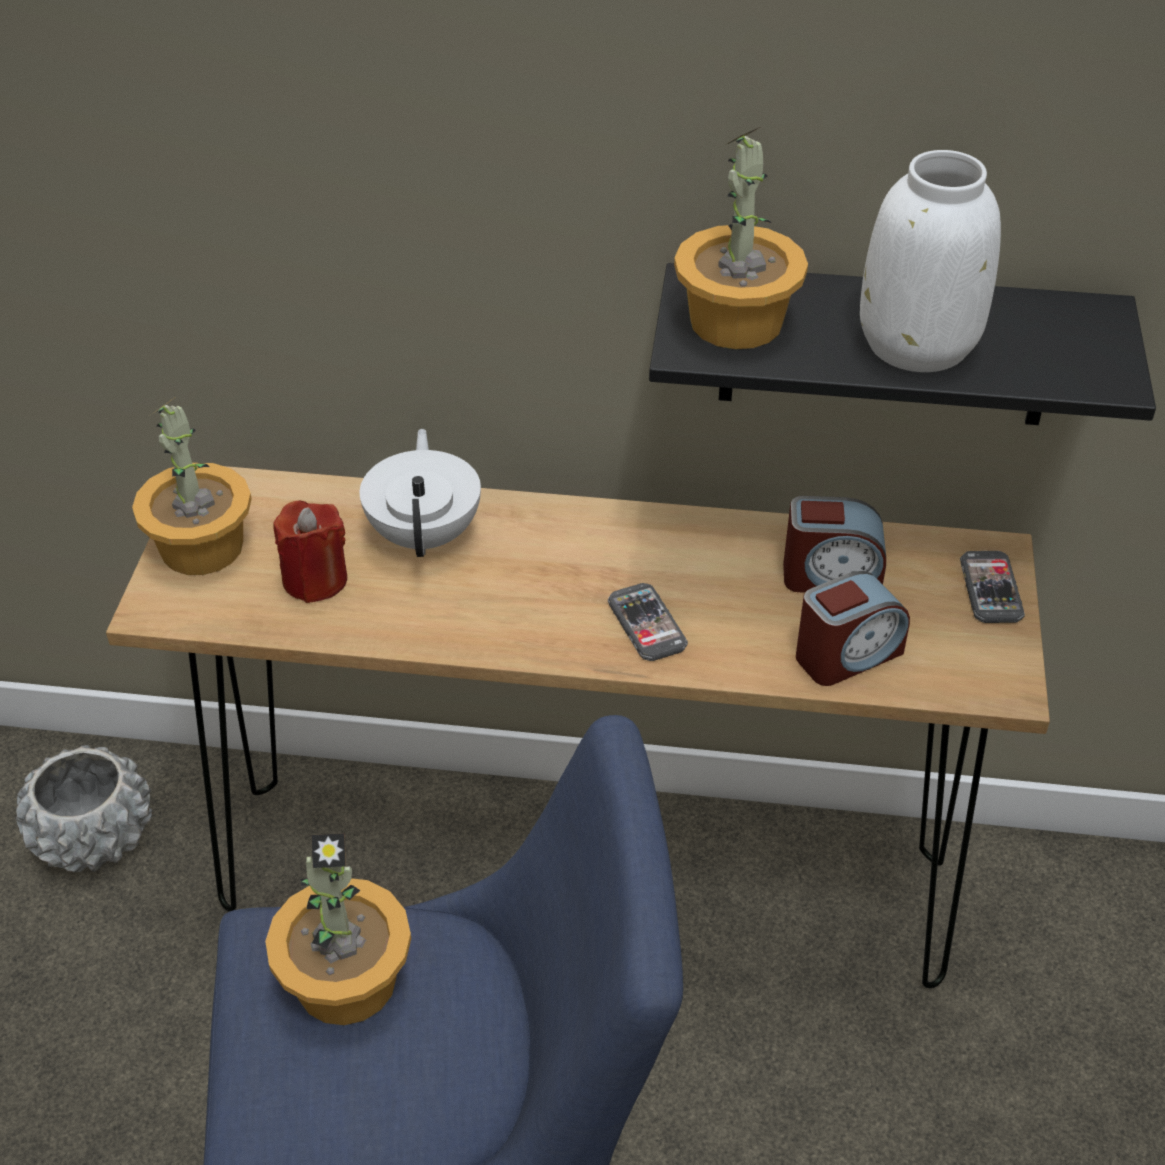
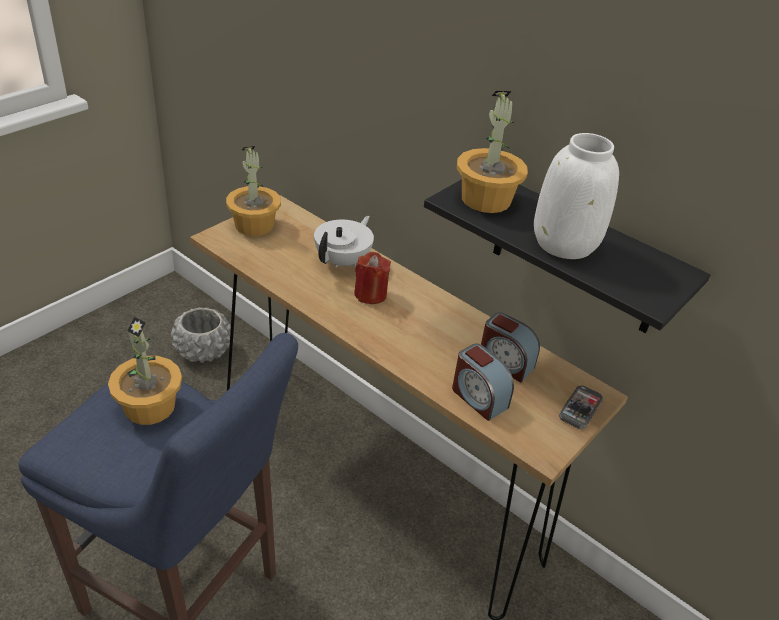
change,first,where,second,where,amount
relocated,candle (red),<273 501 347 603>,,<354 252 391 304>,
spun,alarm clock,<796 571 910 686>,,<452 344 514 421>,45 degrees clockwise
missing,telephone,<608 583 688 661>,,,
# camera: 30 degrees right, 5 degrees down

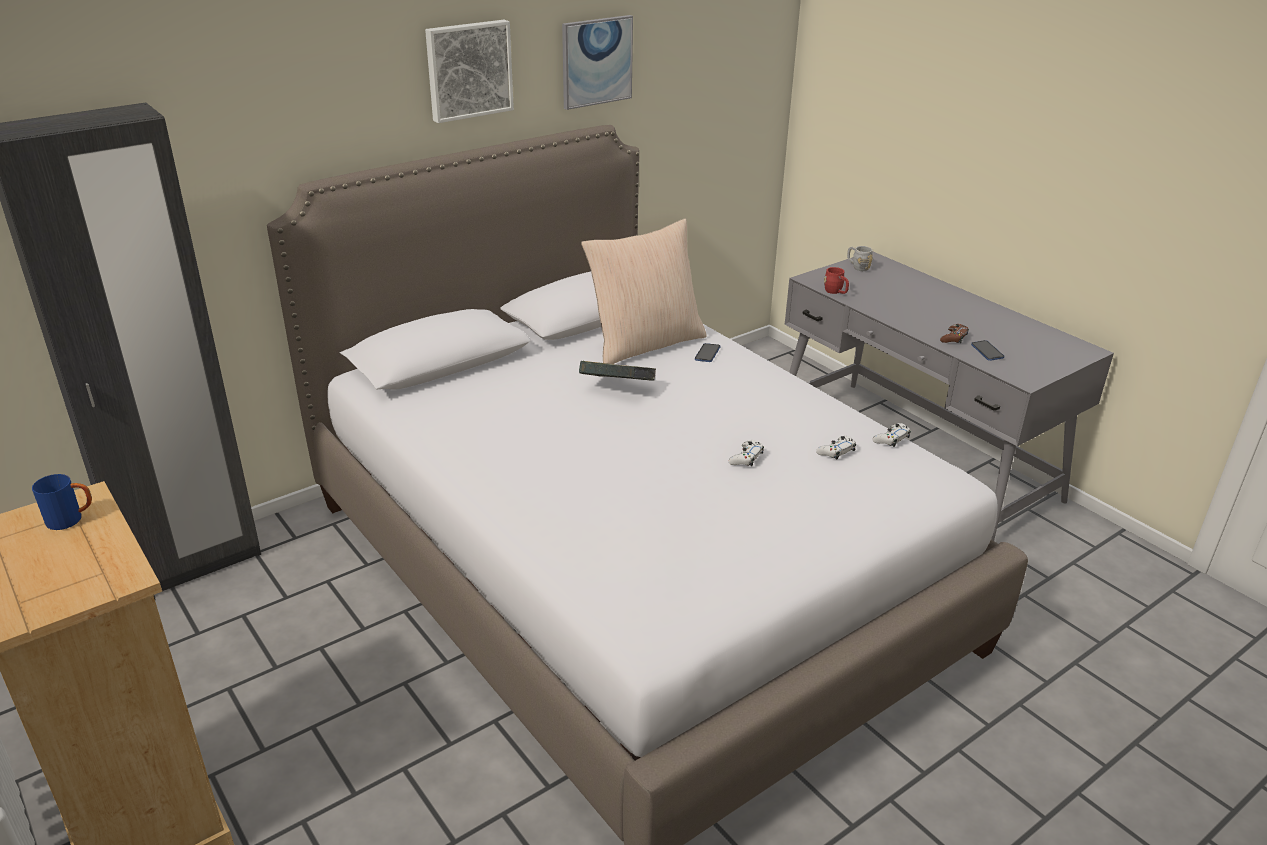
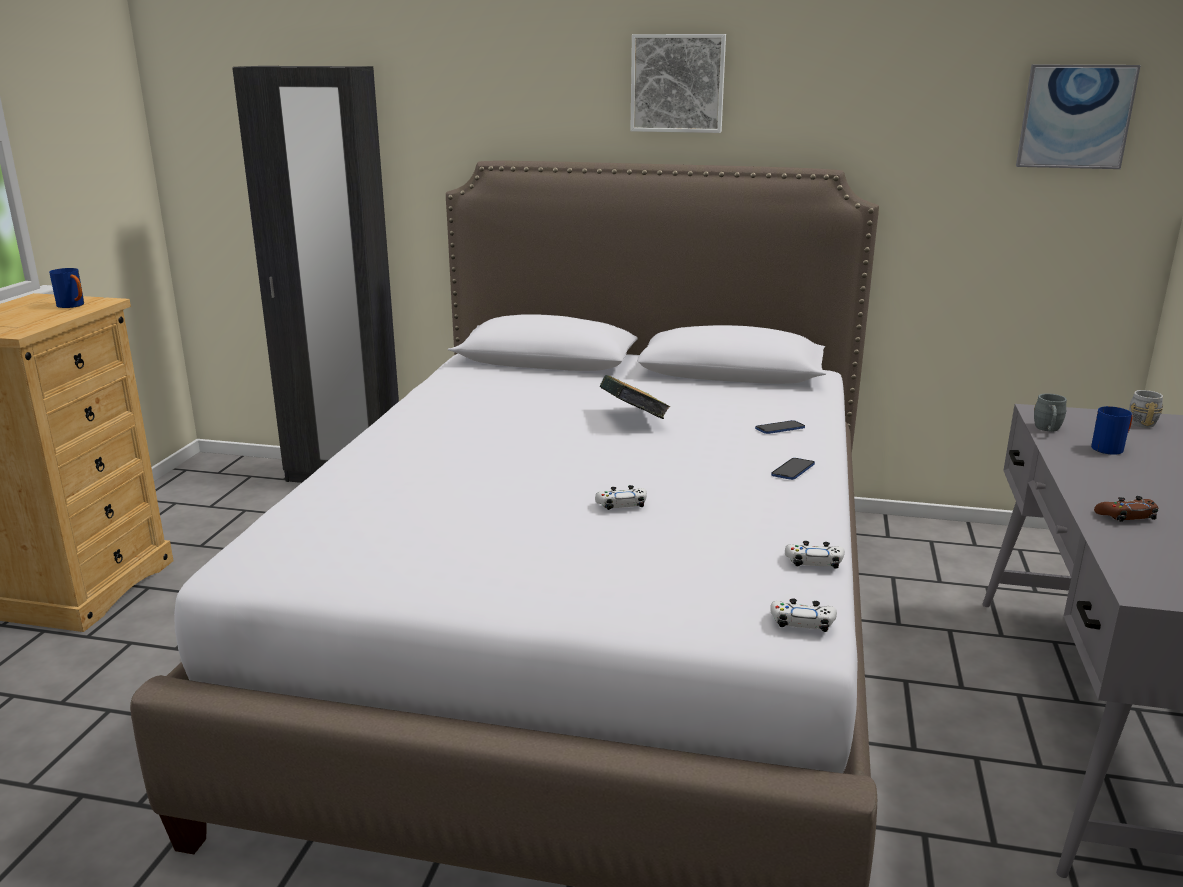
change,first,where,second,where,amount
relocated,wall art,<562 15 633 110>,,<1016 65 1141 169>,
missing,throw pillow (beige),<581 219 707 364>,,,
colour,mug (red),<824 267 849 294>,mug (gray),<1034 393 1067 432>,
relocated,telephone,<971 340 1004 361>,,<771 458 815 480>,
relocated,game controller (white-coloured),<816 436 856 460>,,<770 598 837 632>,
appeared,,,mug (blue-coloured),<1091 406 1132 455>,
# camera: 50 degrees right, 10 degrees down

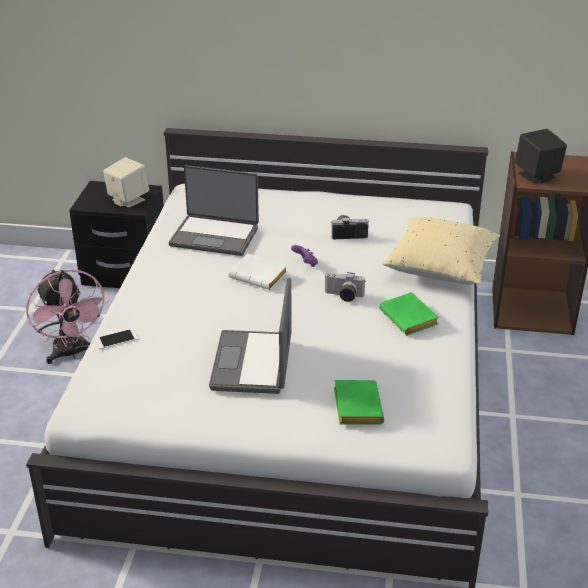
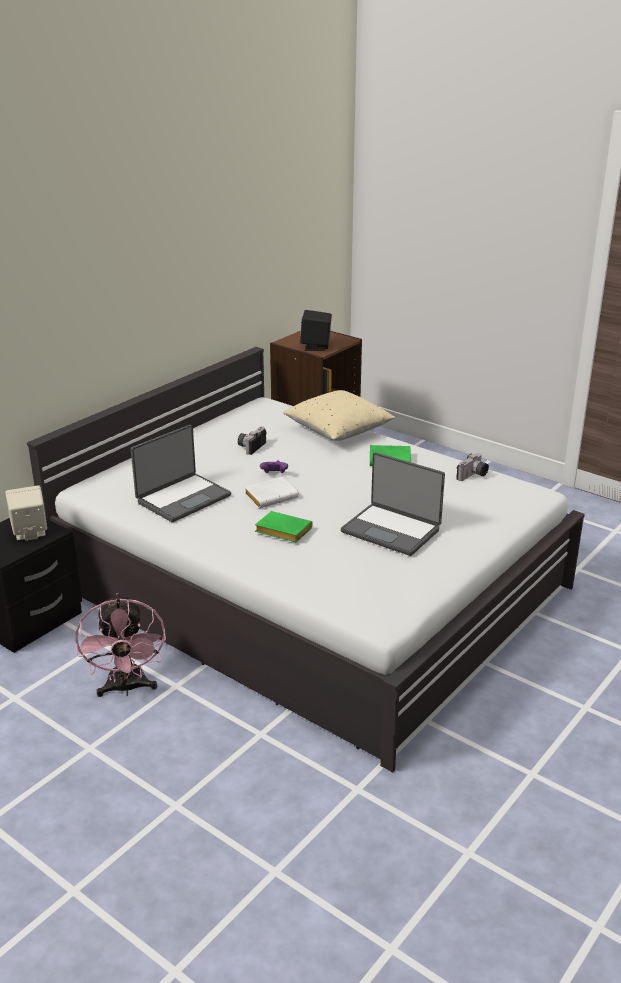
change,first,where,second,where,amount
spun,cooling fan (pink-coloured),<26 269 109 364>,,<76 593 166 697>,75 degrees clockwise
relocated,still camera,<324 272 365 302>,,<456 453 489 481>,
missing,telephone,<94 329 138 349>,,,
relocated,volume (green-coloured),<334 380 384 424>,,<255 511 313 543>,
# camera: 60 degrees left, 5 degrees down

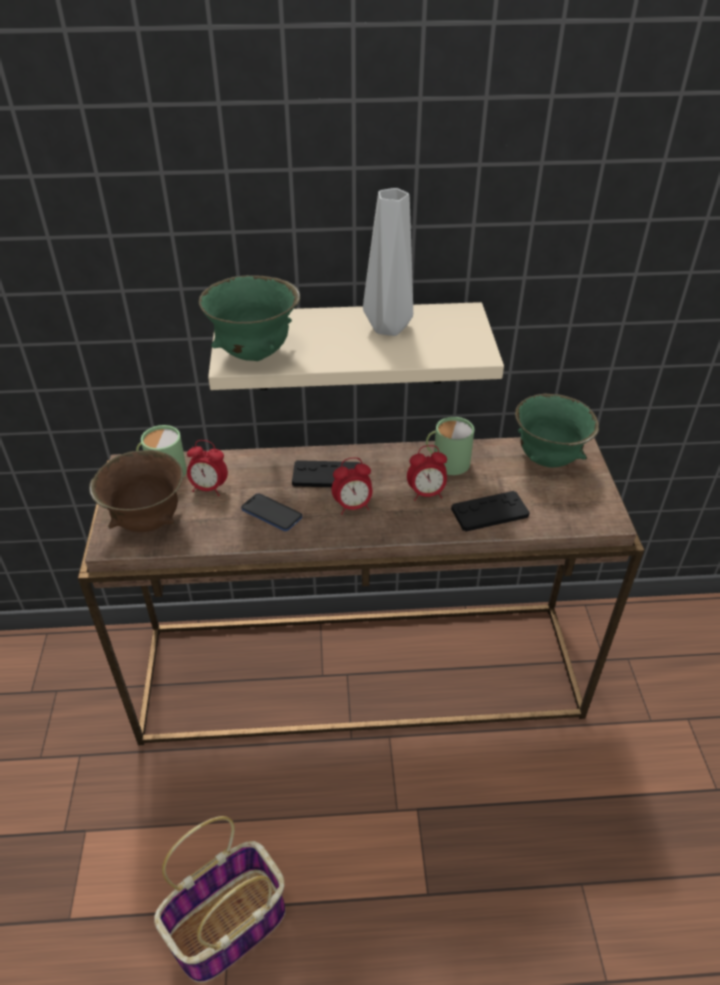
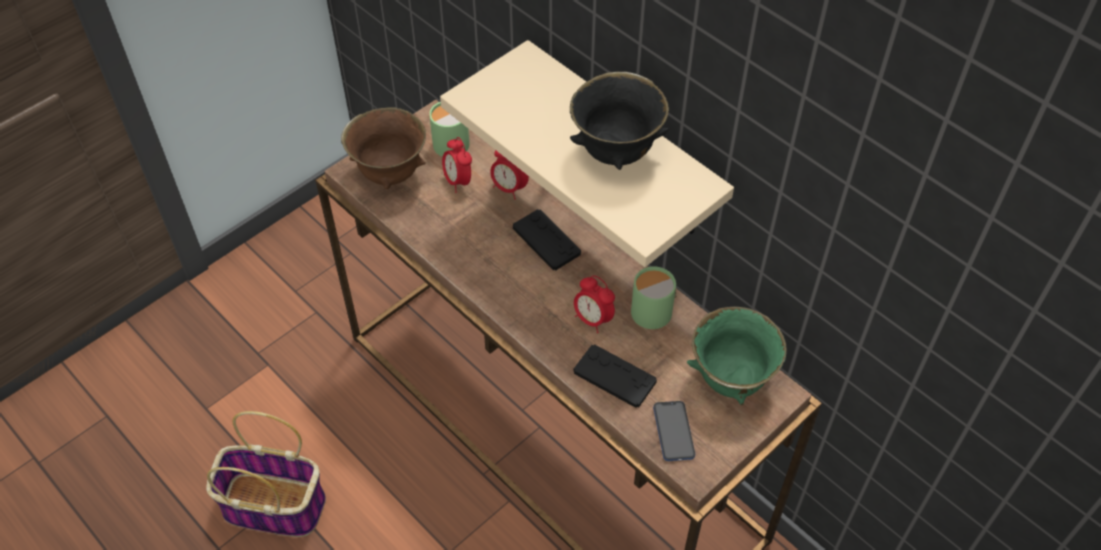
change,first,where,second,where,amount
exchanged,vase (gray),<363 188 413 336>,bowl (blackish),<570 72 669 170>,
missing,bowl (green-coloured),<199 275 300 361>,,,
relocated,alarm clock,<332 457 372 515>,,<490 151 529 199>,
relocated,telephone,<241 494 302 531>,,<653 401 695 461>,
# camera: 50 degrees right, 10 degrees up

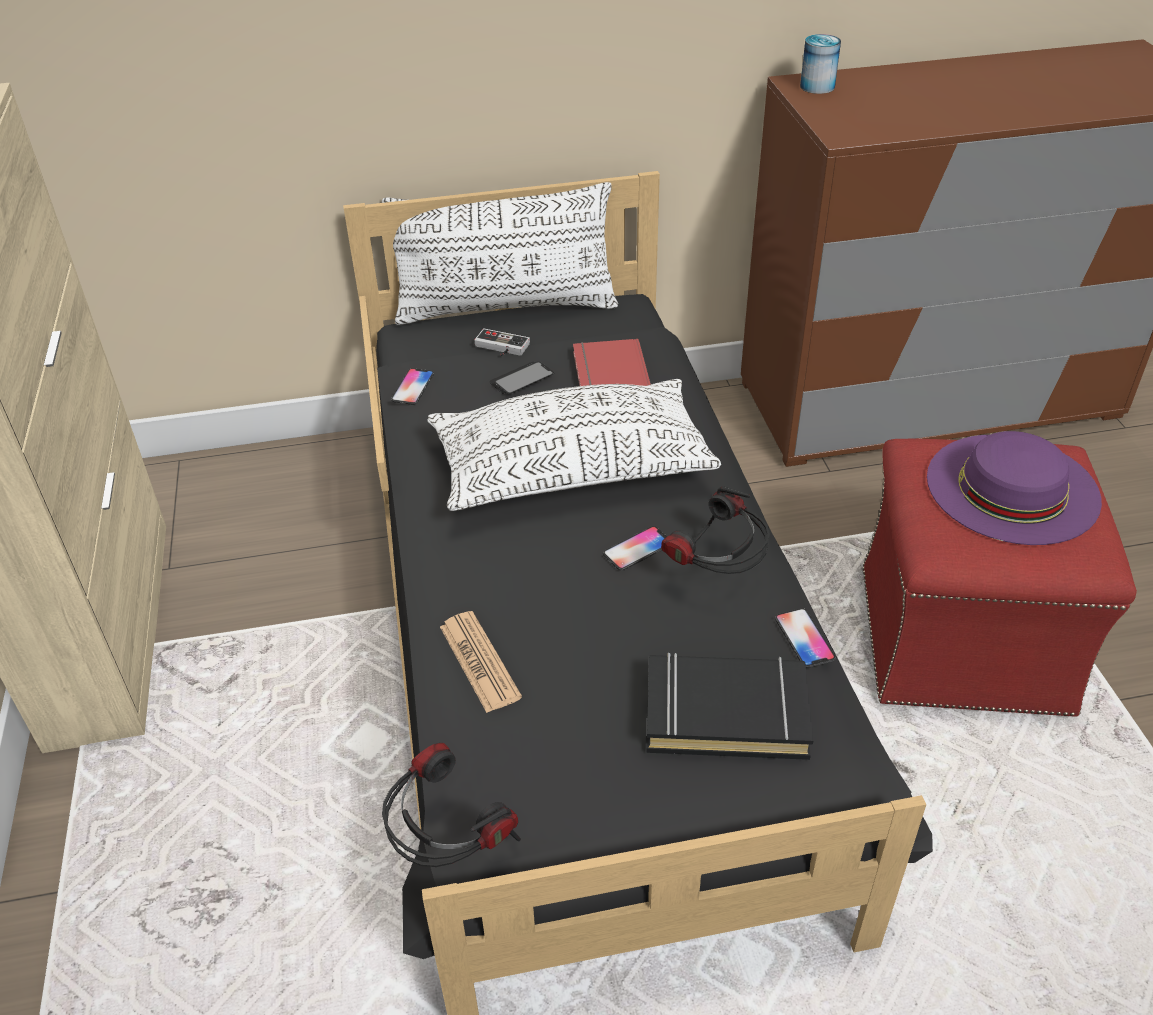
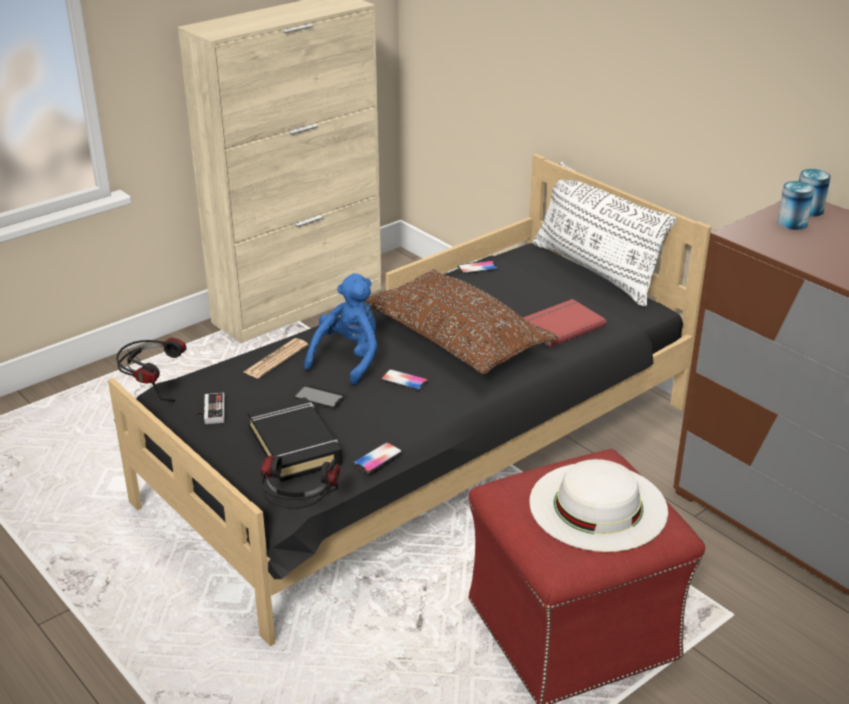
change,first,where,second,where,amount
relocated,game controller,<474 328 530 356>,,<195 393 225 424>,
relocated,telephone,<490 361 554 394>,,<294 386 348 408>,
colour,throw pillow (white-coloured),<427 379 721 511>,throw pillow (brown-coloured),<366 269 558 374>,
colour,wearable hat (purplish),<927 431 1102 545>,wearable hat (white-coloured),<529 459 668 552>,
relocated,headset,<661 486 770 574>,,<261 456 340 509>,
appeared,,,metal can,<777 181 815 230>,
appeared,,,soft toy (blue-coloured),<304 273 378 385>,
# camera: 60 degrees right, 10 degrees down

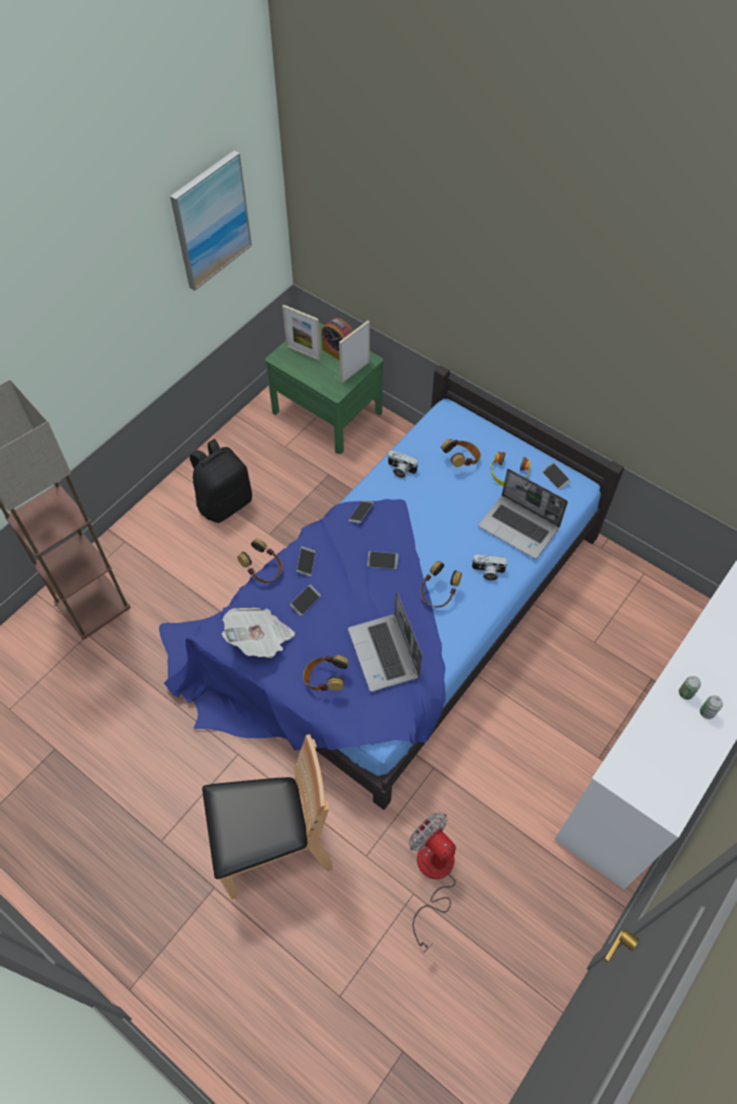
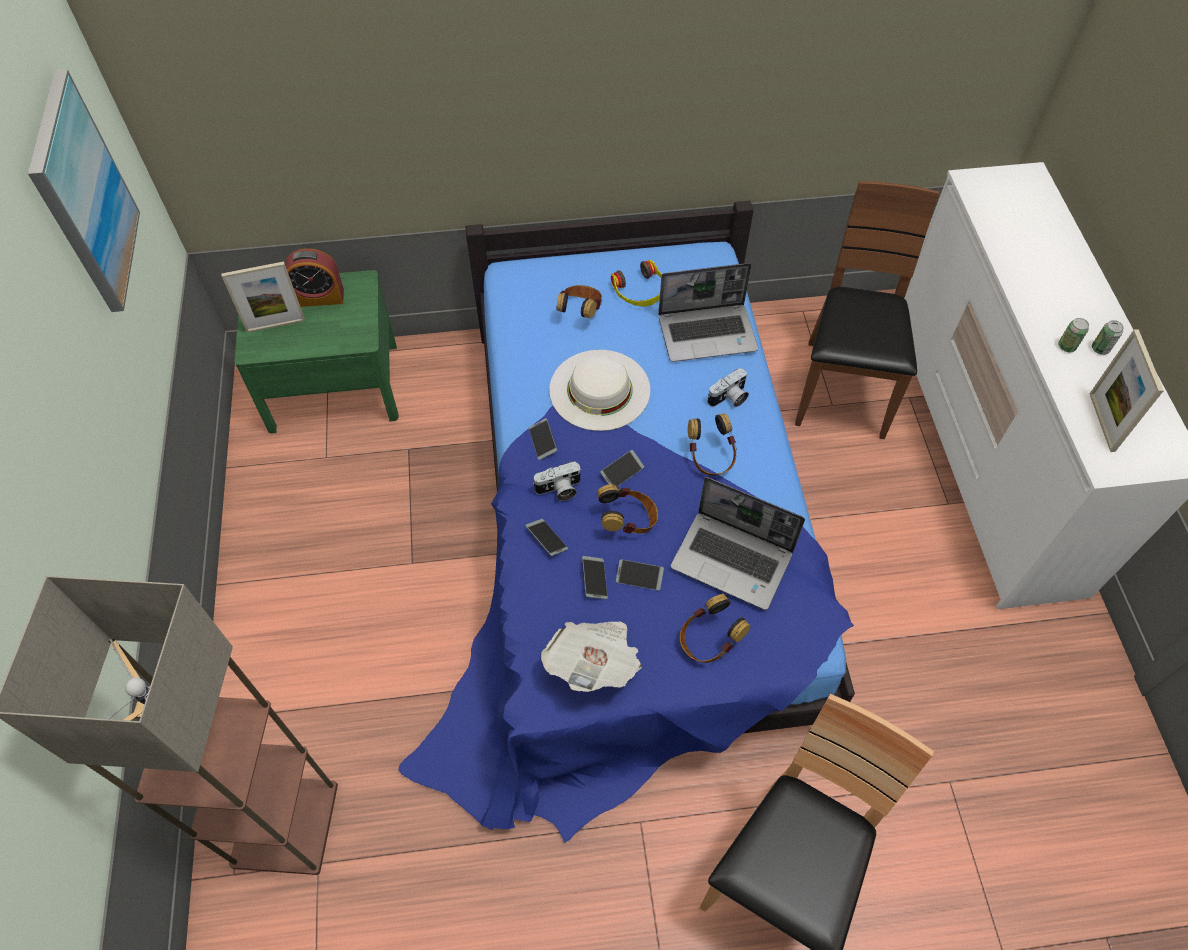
change,first,where,second,where,amount
relocated,photo frame,<339 321 370 383>,,<1089 329 1164 452>,
missing,rucksack (blackish),<190 439 252 523>,,,
relocated,still camera,<388 451 418 478>,,<532 461 582 501>,
relocated,telephone,<542 462 571 490>,,<616 559 664 590>,
relocated,headset,<237 538 282 583>,,<597 484 658 534>,
missing,cooling fan,<409 812 456 953>,,,
appeared,,,upright chair (brown-coloured),<795 181 939 439>,
appeared,,,wearable hat (white-coloured),<549 350 650 431>,
# camera: 45 degrees left, 0 degrees up

